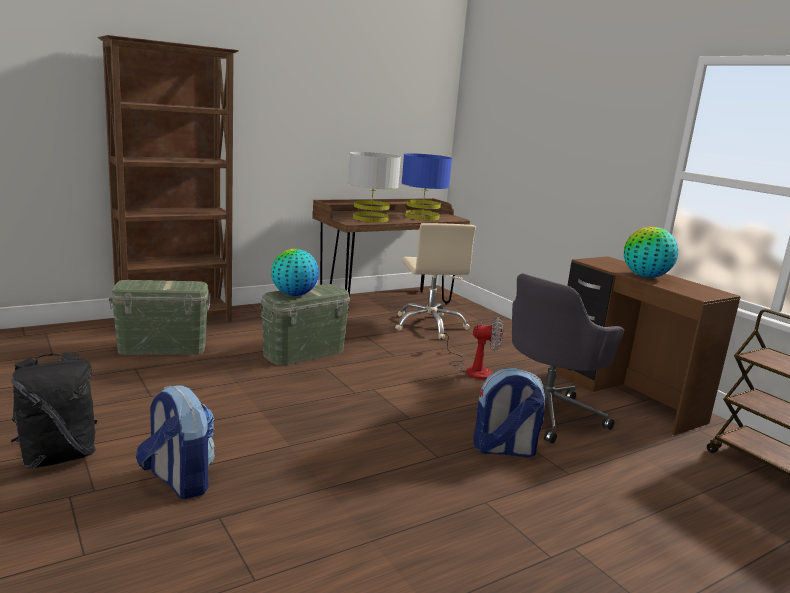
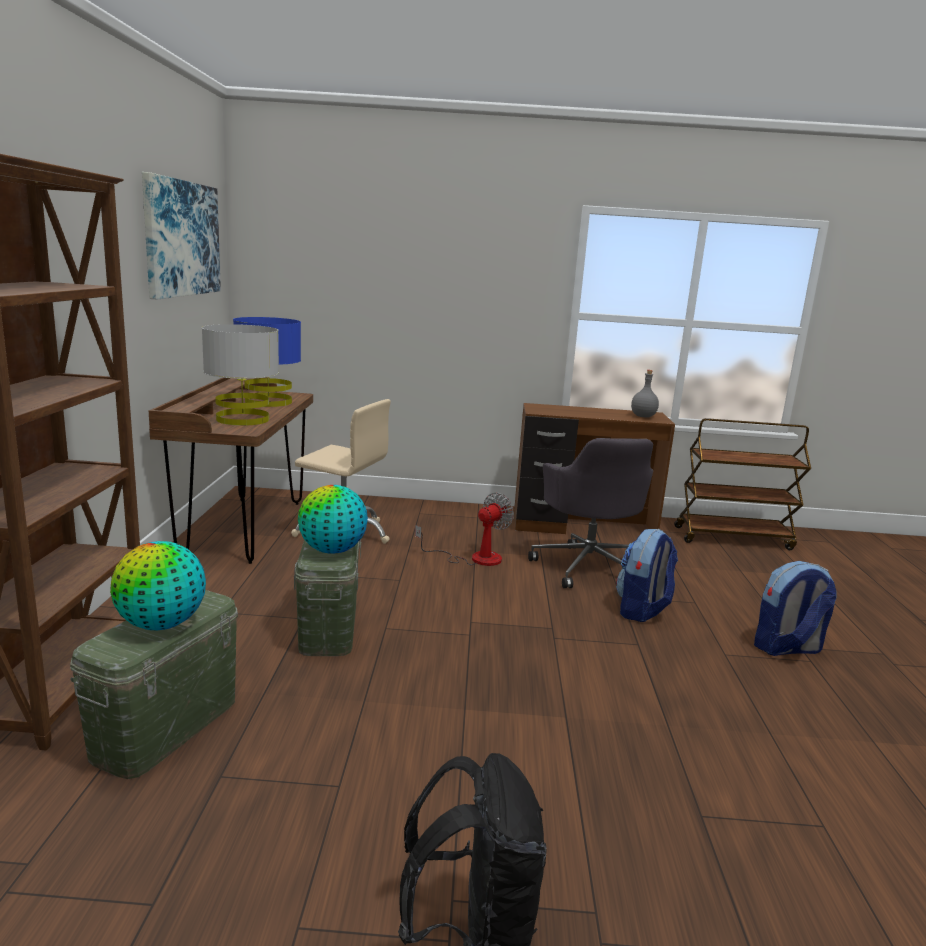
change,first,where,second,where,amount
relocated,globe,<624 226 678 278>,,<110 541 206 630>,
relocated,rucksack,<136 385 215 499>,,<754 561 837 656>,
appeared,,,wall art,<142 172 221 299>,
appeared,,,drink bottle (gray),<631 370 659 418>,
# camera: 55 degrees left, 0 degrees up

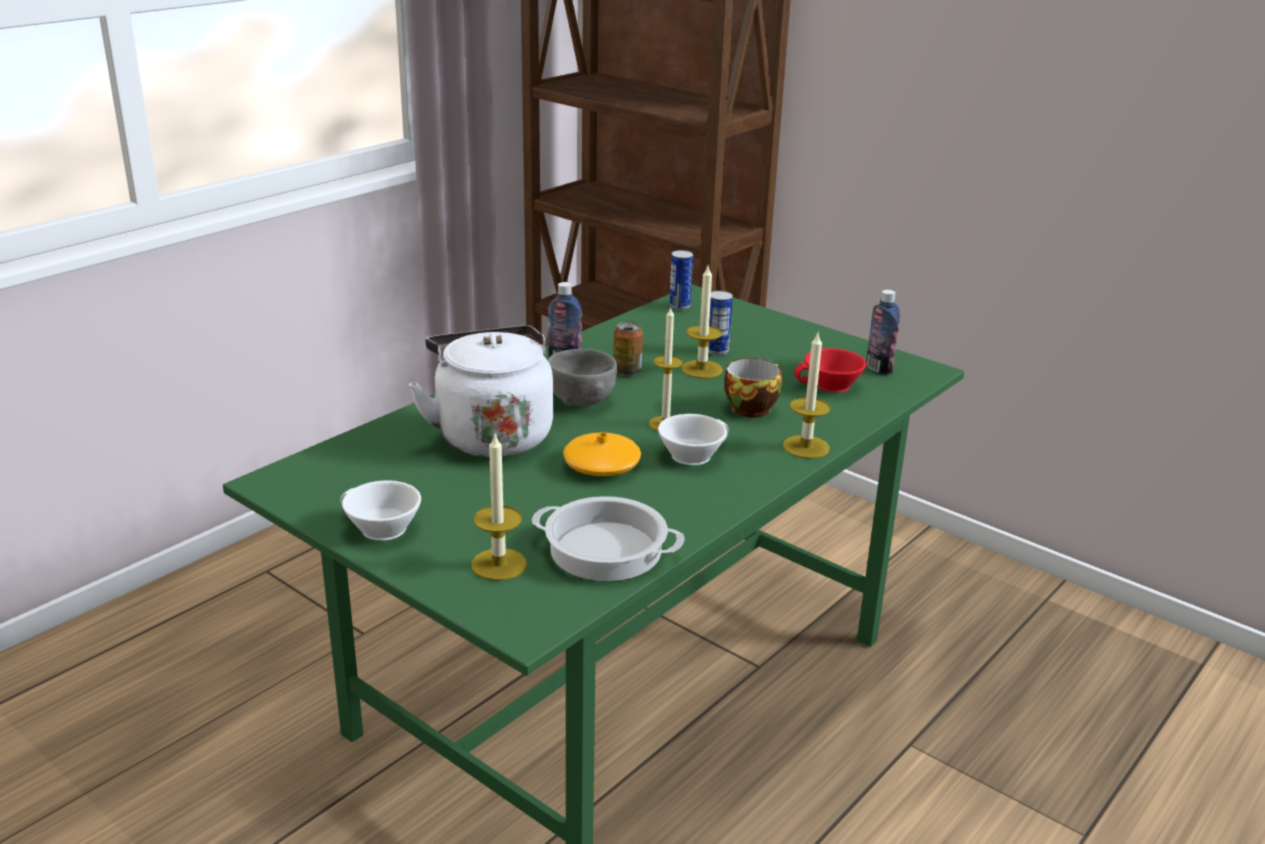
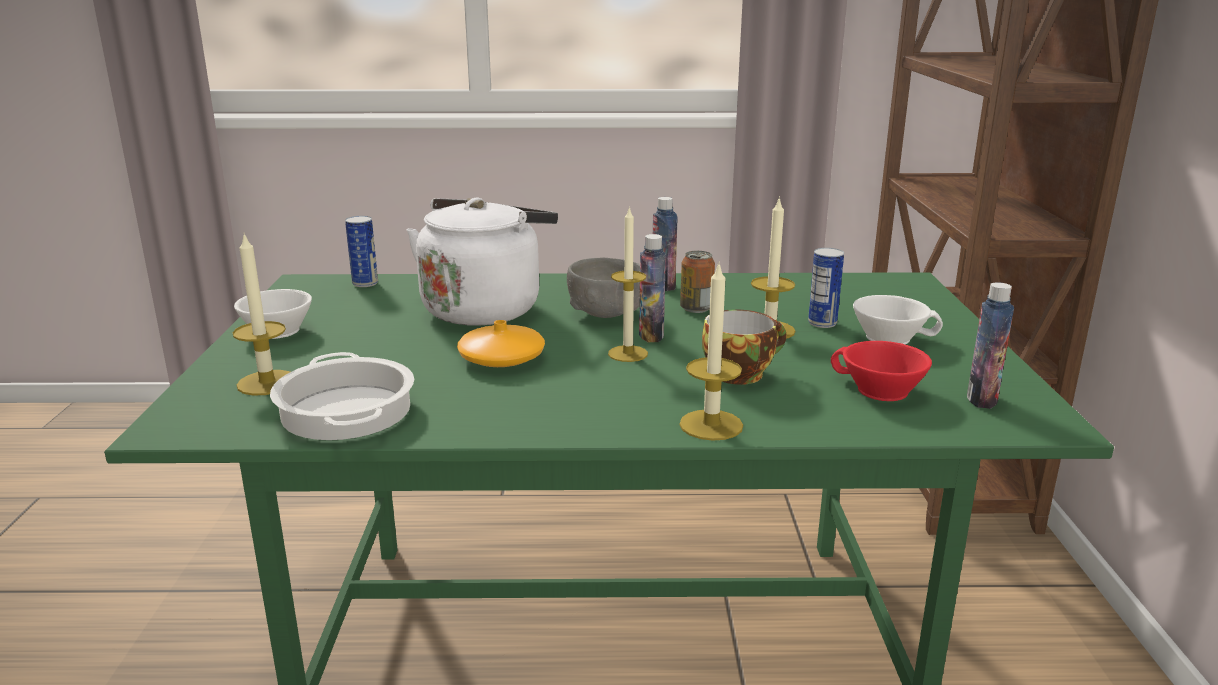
change,first,where,second,where,amount
relocated,metal can,<669 250 693 310>,,<345 216 378 287>,
relocated,small cup (white-coloured),<658 414 729 465>,,<853 295 943 344>,
appeared,,,drink bottle,<639 234 666 342>,
# camera: 50 degrees right, 5 degrees down

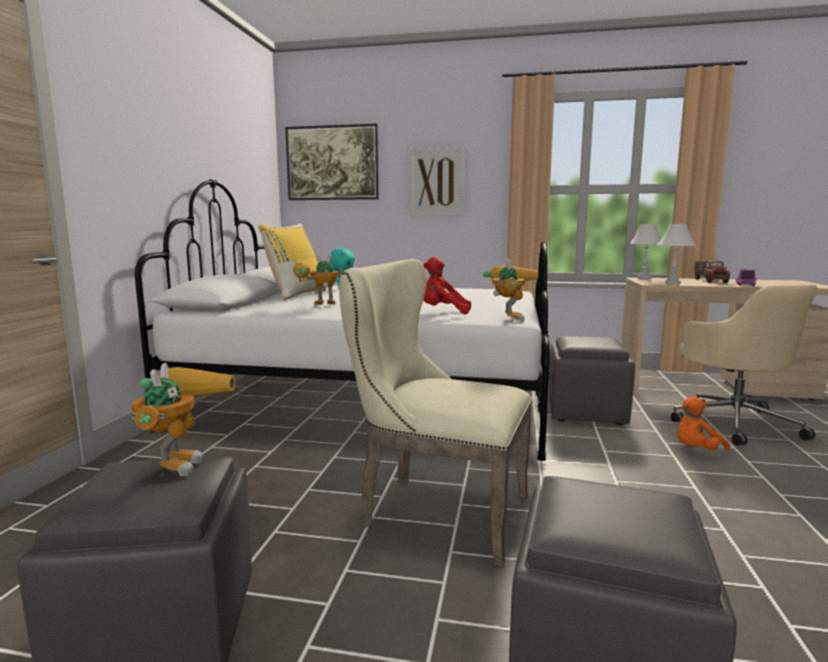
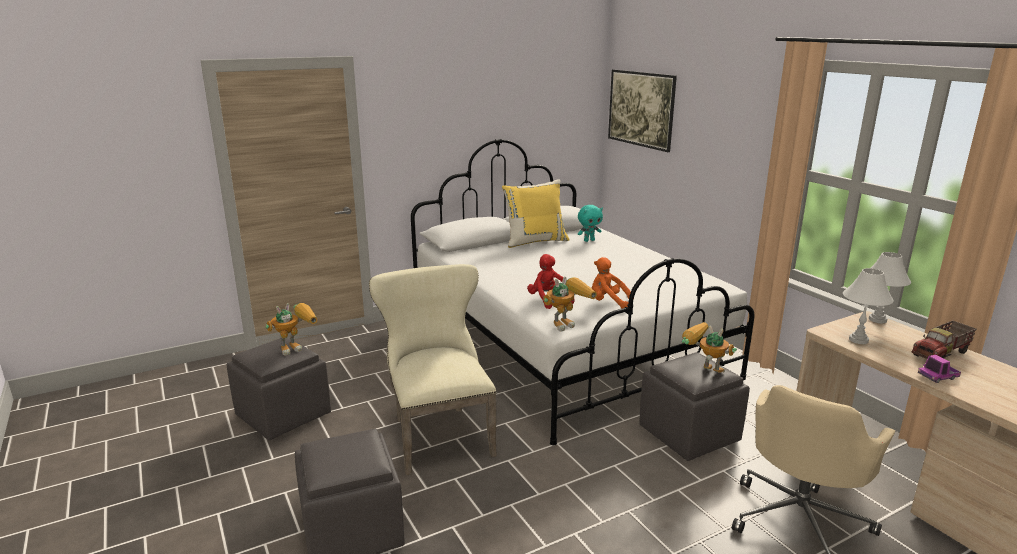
change,first,where,second,where,amount
missing,wall art,<409 147 464 216>,,,
relocated,robot figure,<293 254 343 305>,,<682 322 737 373>,
relocated,soft toy (orange-coloured),<677 396 730 451>,,<592 257 631 309>,
# camera: 50 degrees right, 10 degrees up

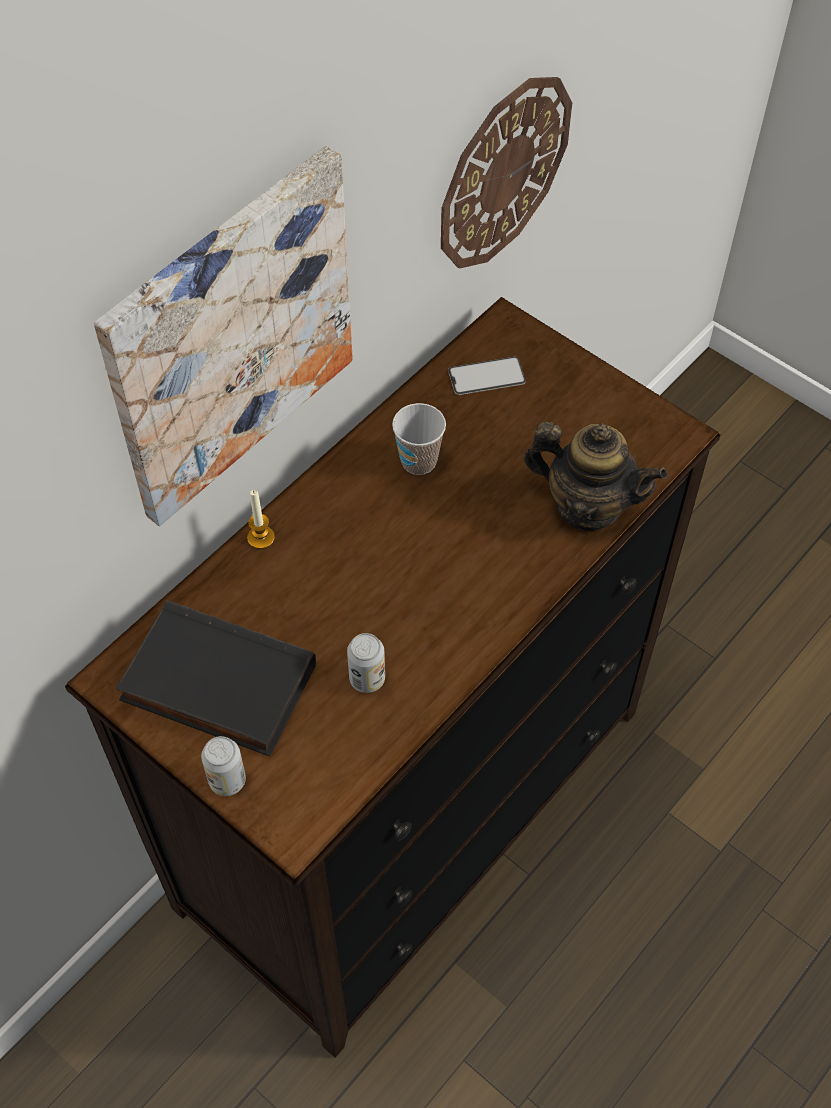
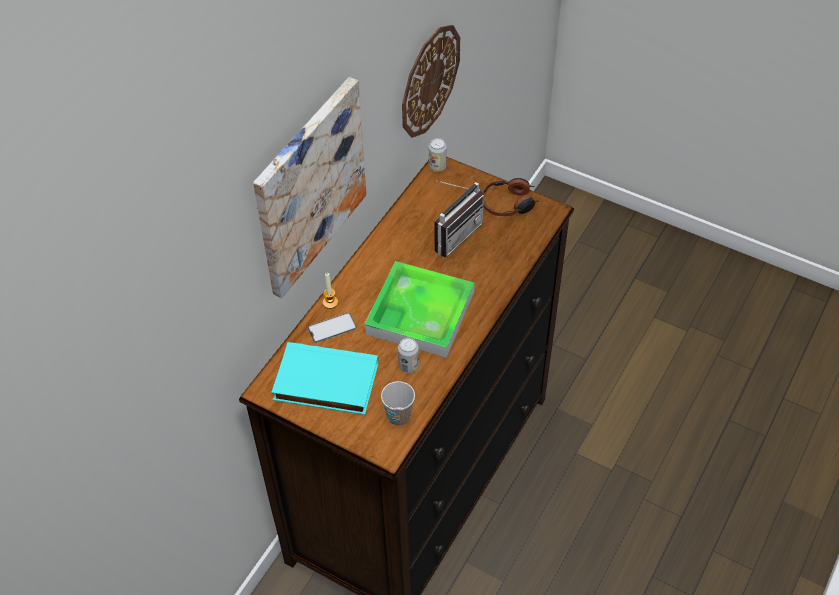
change,first,where,second,where,amount
relocated,telephone,<448 356 526 395>,,<308 312 357 343>,
relocated,small cup,<392 403 446 475>,,<381 381 415 426>,
missing,tea pot,<523 422 667 531>,,,
colour,volume (blackish),<116 600 316 757>,volume (turquoise-coloured),<271 342 378 415>,
relocated,metal can,<201 736 246 796>,,<429 138 447 172>,
appeared,,,headset,<482 178 539 216>,
appeared,,,radio receiver,<435 180 484 257>,
appeared,,,carrying tray,<365 261 475 358>,
# camera: 10 degrees left, 5 degrees down

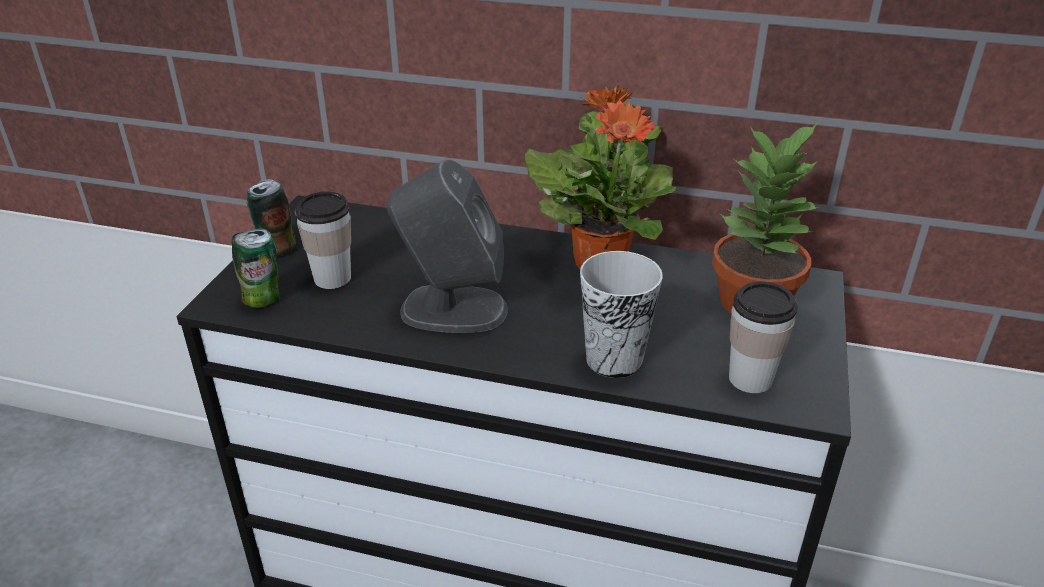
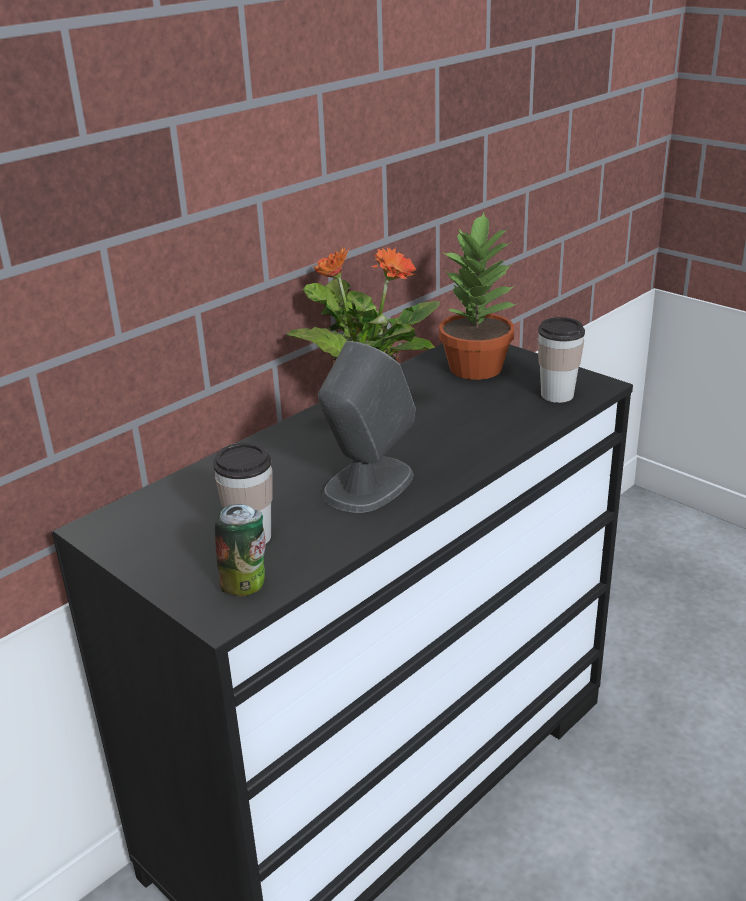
change,first,where,second,where,amount
missing,metal can,<247 179 296 256>,,,
missing,small cup,<580 251 663 378>,,,
# camera: 60 degrees left, 5 degrees down

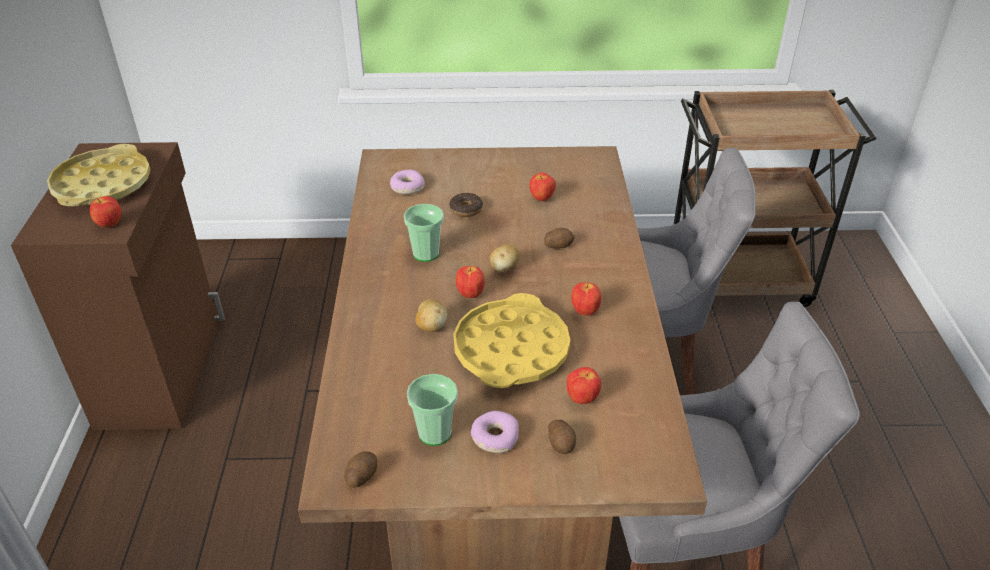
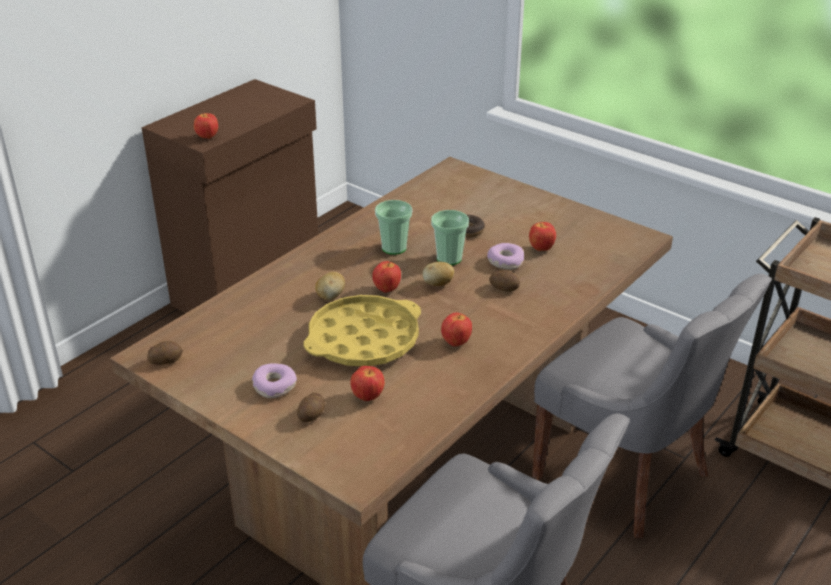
change,first,where,second,where,amount
missing,carrying tray (yellowish),<47 144 151 206>,,,
relocated,donut,<390 170 425 194>,,<487 243 524 270>,
relocated,small cup,<407 374 458 446>,,<431 210 469 265>,
# camera: 40 degrees right, 5 degrees down

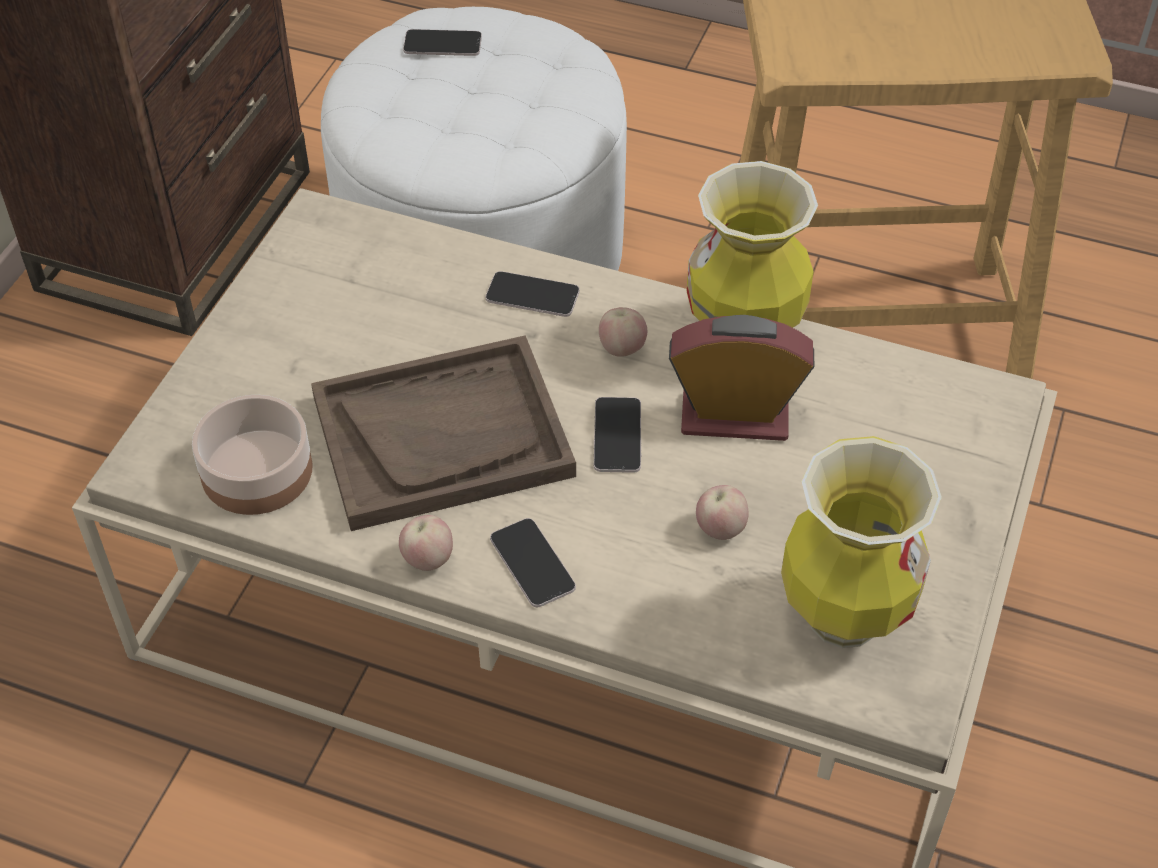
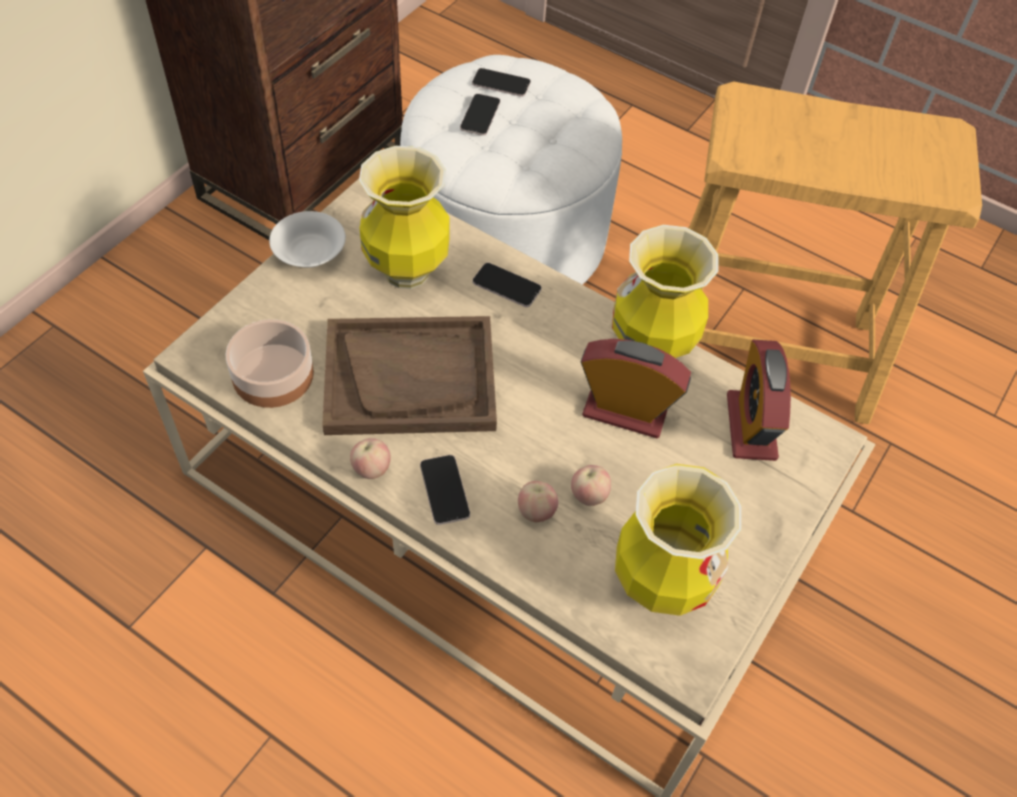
change,first,where,second,where,amount
relocated,apple fruit,<599 307 647 357>,,<518 481 558 522>,
relocated,telephone,<594 397 641 473>,,<460 94 500 136>,
appeared,,,vase,<359 146 449 289>,
appeared,,,bowl (white-coloured),<269 211 346 268>,
appeared,,,alarm clock,<727 340 791 461>,
# camera: 10 degrees right, 5 degrees up

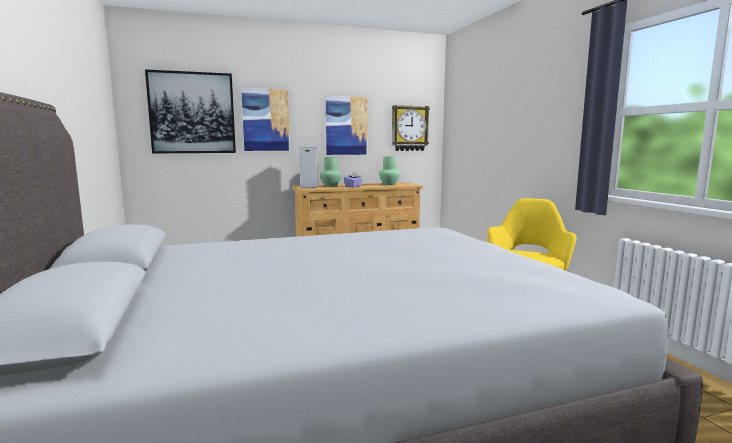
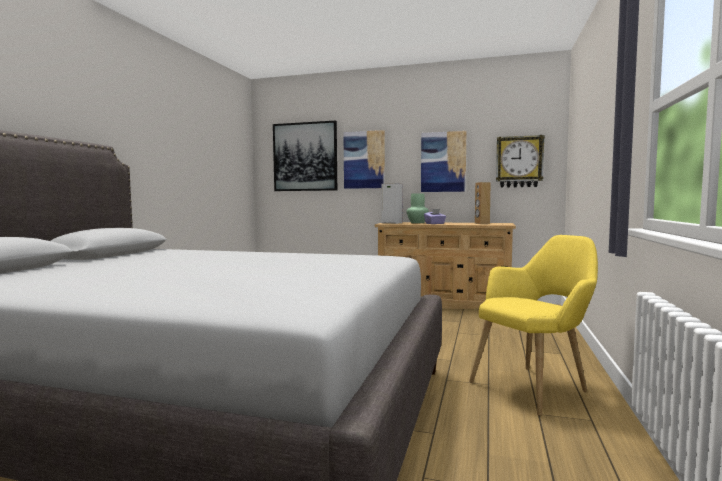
change,first,where,second,where,amount
exchanged,vase (green-coloured),<379 156 400 185>,audio speaker (brown-coloured),<475 182 491 224>,
# camera: 35 degrees right, 5 degrees down

